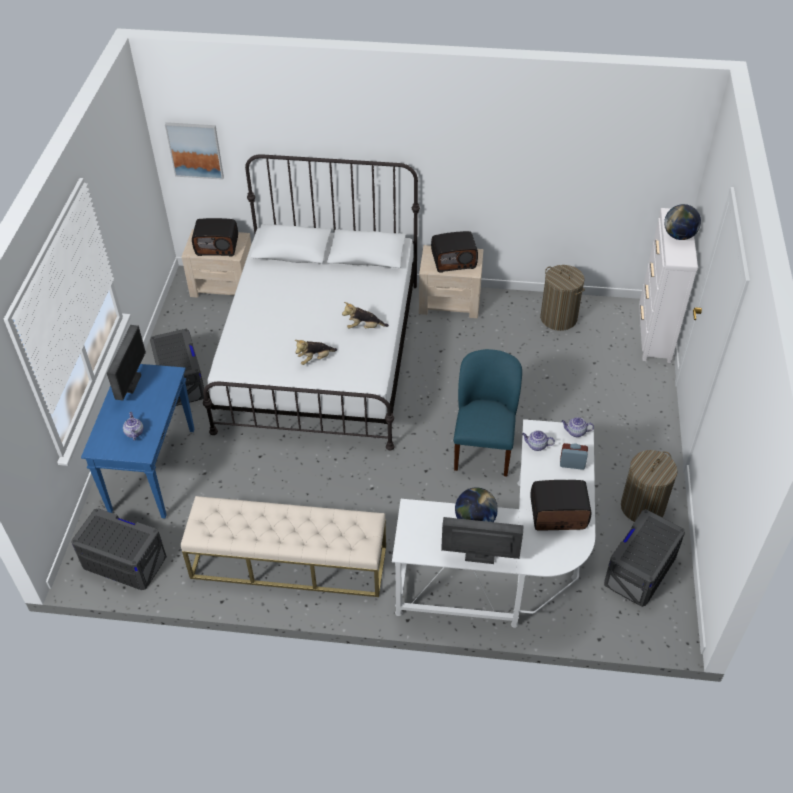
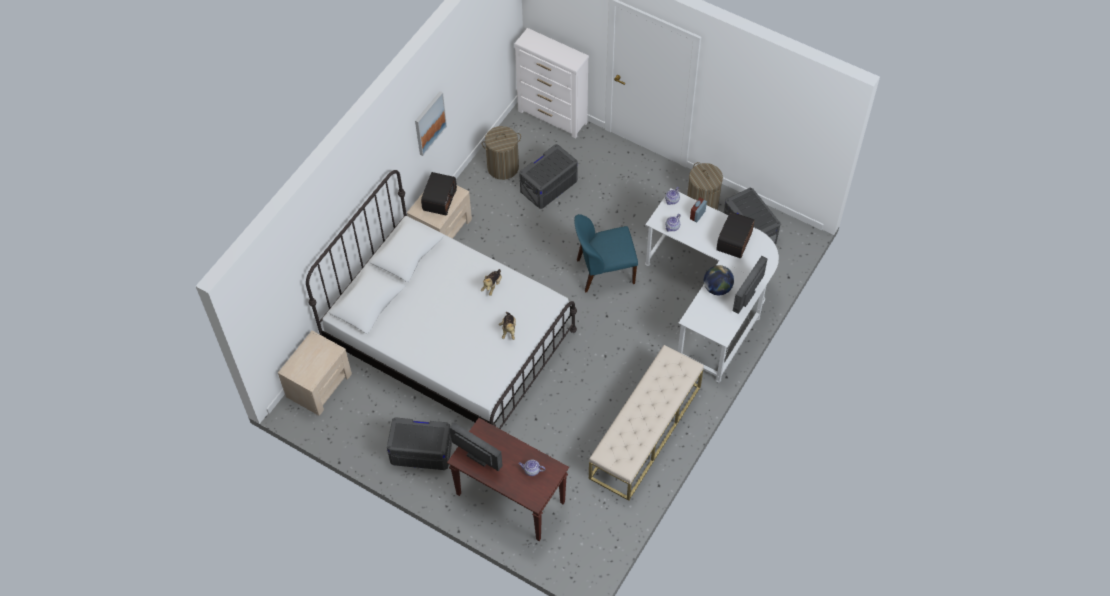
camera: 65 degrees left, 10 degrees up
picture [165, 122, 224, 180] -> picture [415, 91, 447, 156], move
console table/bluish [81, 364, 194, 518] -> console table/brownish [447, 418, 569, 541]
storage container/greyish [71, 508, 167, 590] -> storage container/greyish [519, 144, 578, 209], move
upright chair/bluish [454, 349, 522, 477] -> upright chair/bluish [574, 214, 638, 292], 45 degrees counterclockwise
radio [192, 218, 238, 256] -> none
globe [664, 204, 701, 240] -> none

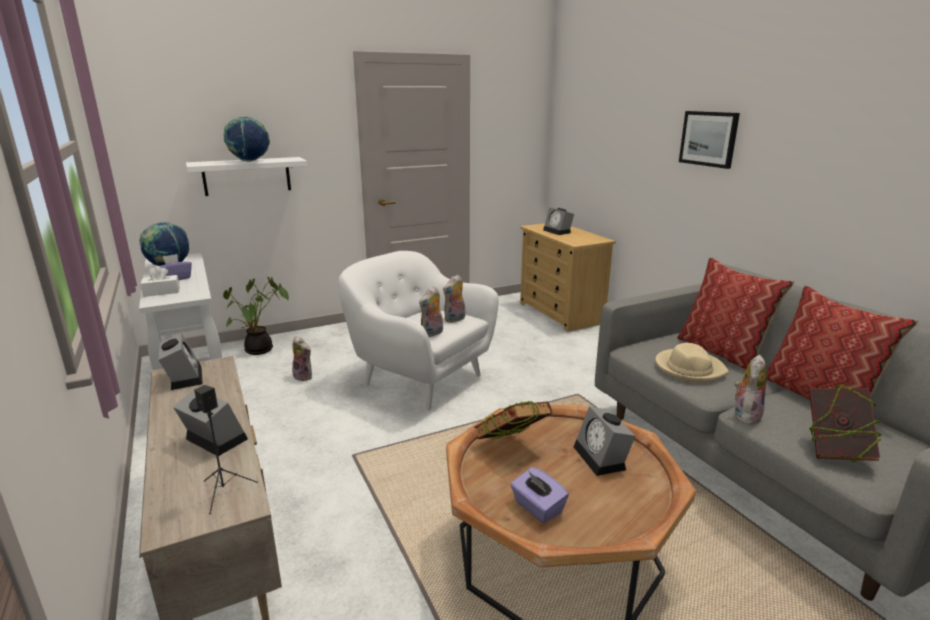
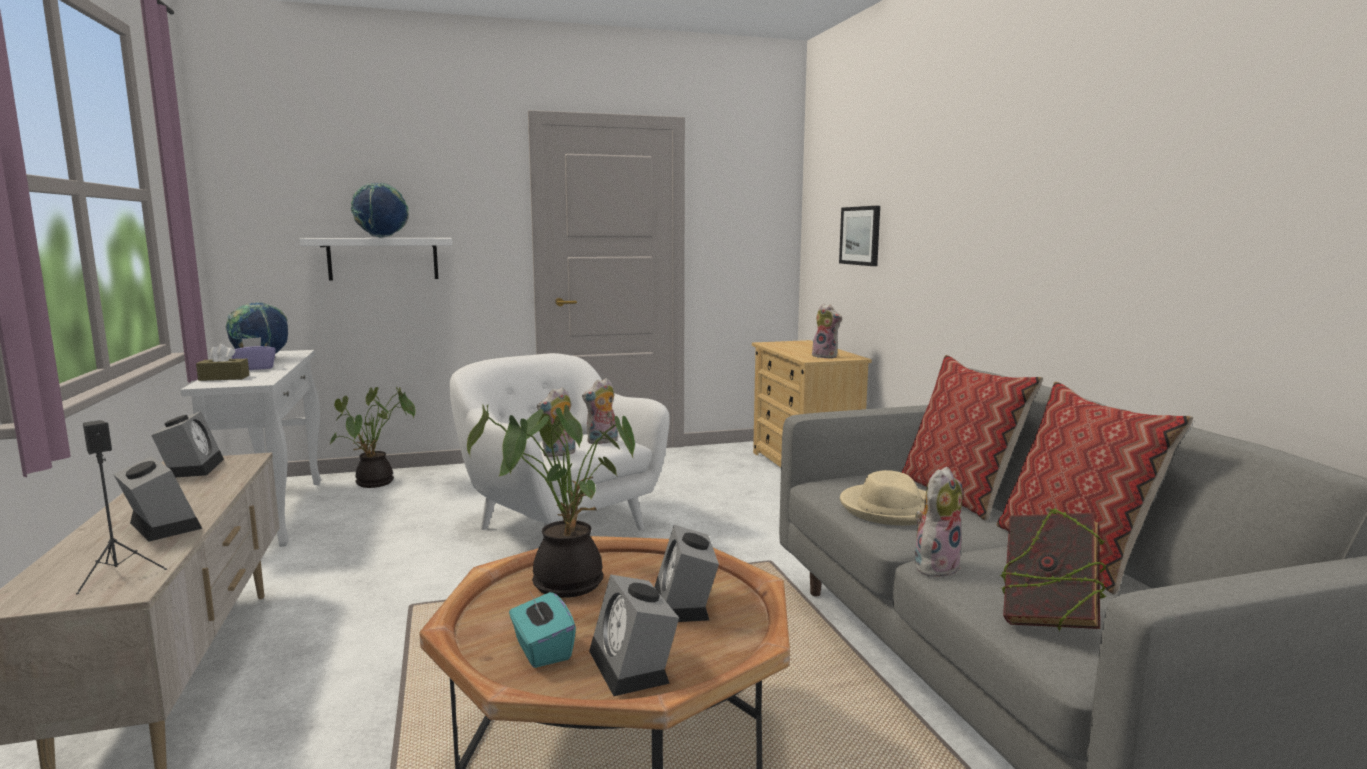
camera: 10 degrees right, 10 degrees down
tissue box/white-coloured [140, 266, 180, 297] -> tissue box/brownish [196, 344, 249, 381]
bound book [474, 401, 553, 439] -> houseplant [467, 404, 635, 598]
tissue box/purple [511, 467, 569, 523] -> tissue box/blue-green [509, 592, 576, 668]
table clock [543, 207, 574, 235] -> table clock [589, 574, 679, 696], move
plush toy [292, 336, 312, 381] -> plush toy [812, 304, 842, 359], move
picture [679, 111, 740, 169] -> picture [839, 206, 880, 266], move

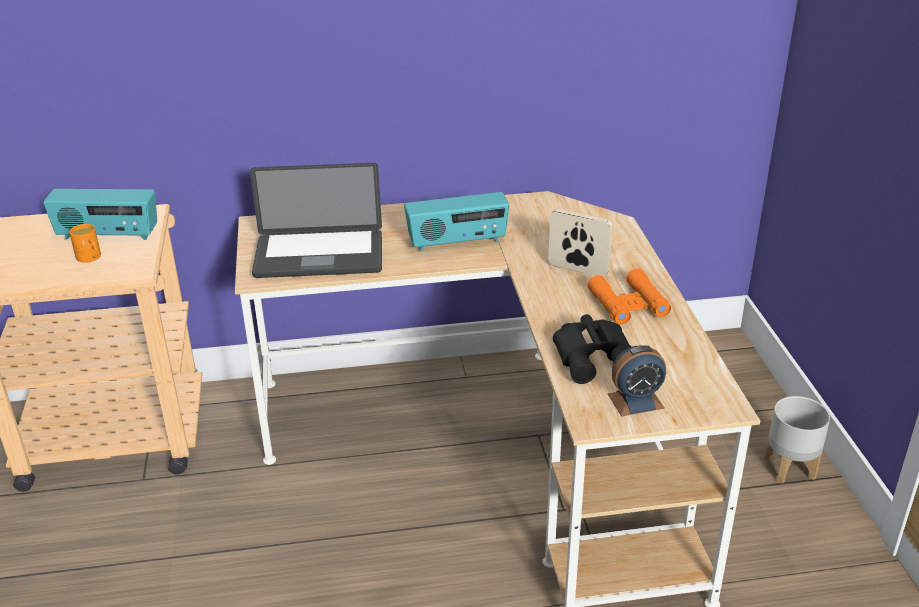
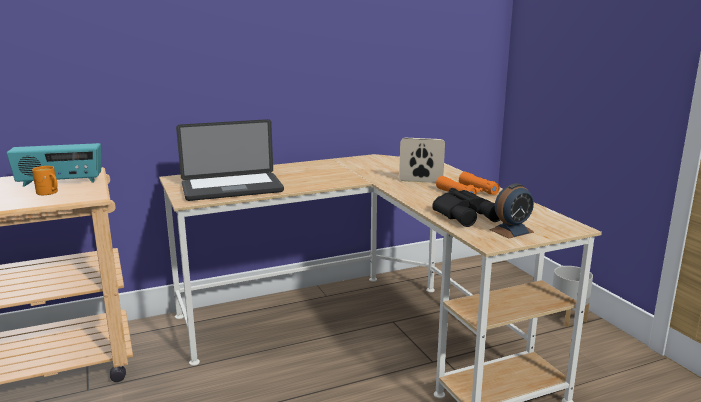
camera: 15 degrees left, 15 degrees down
radio [404, 192, 509, 251] -> none

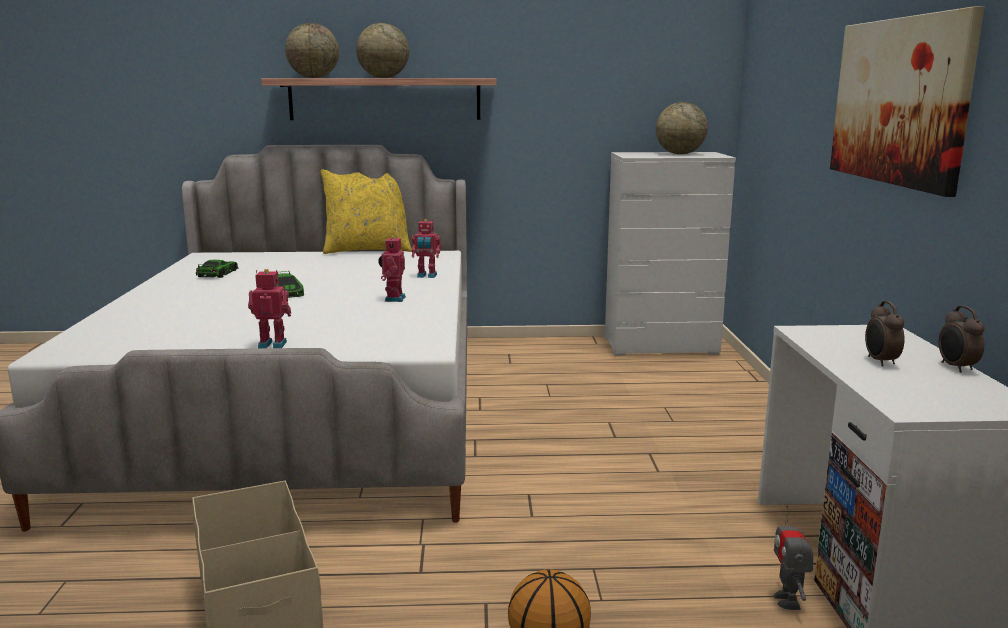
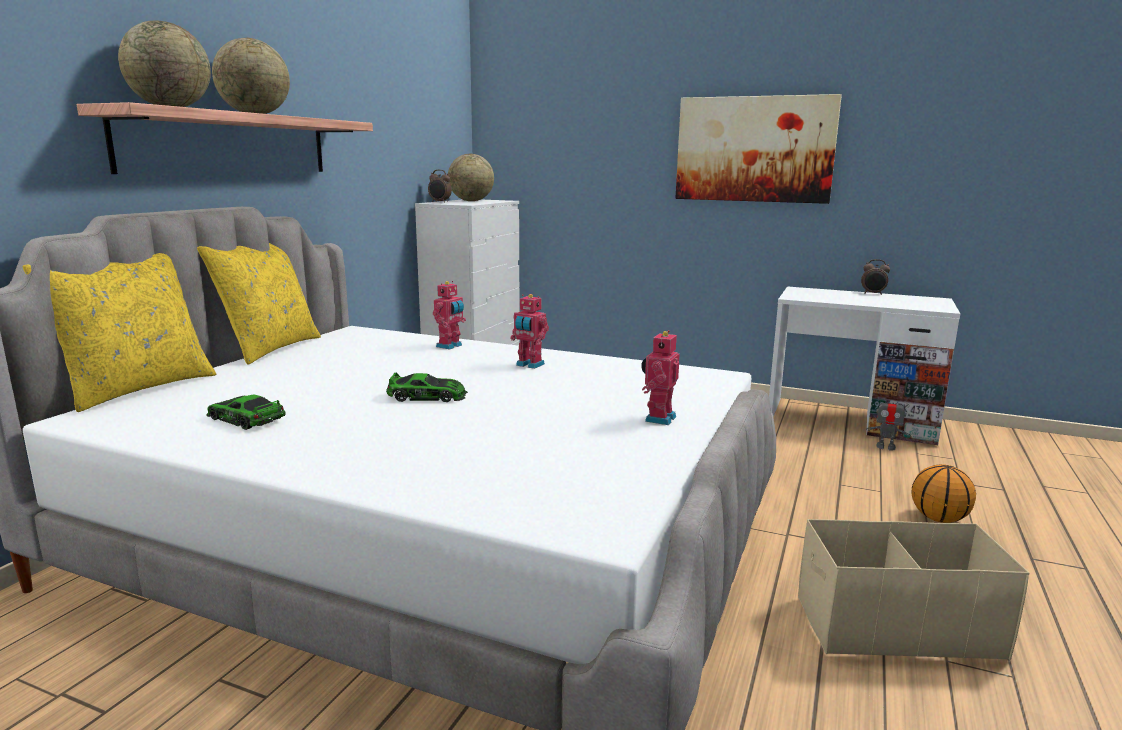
camera: 65 degrees left, 0 degrees up
none -> pillow/yellow [23, 253, 216, 412]
table clock [865, 301, 904, 366] -> table clock [428, 170, 452, 203], move

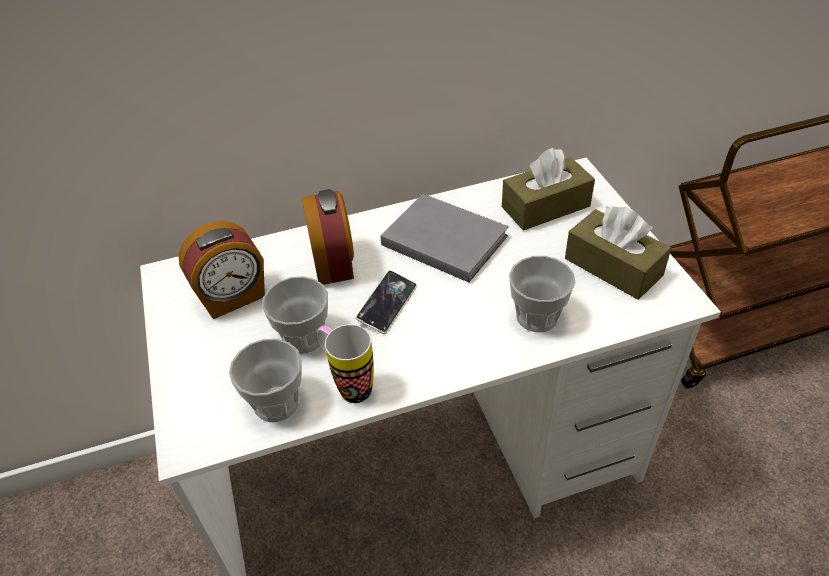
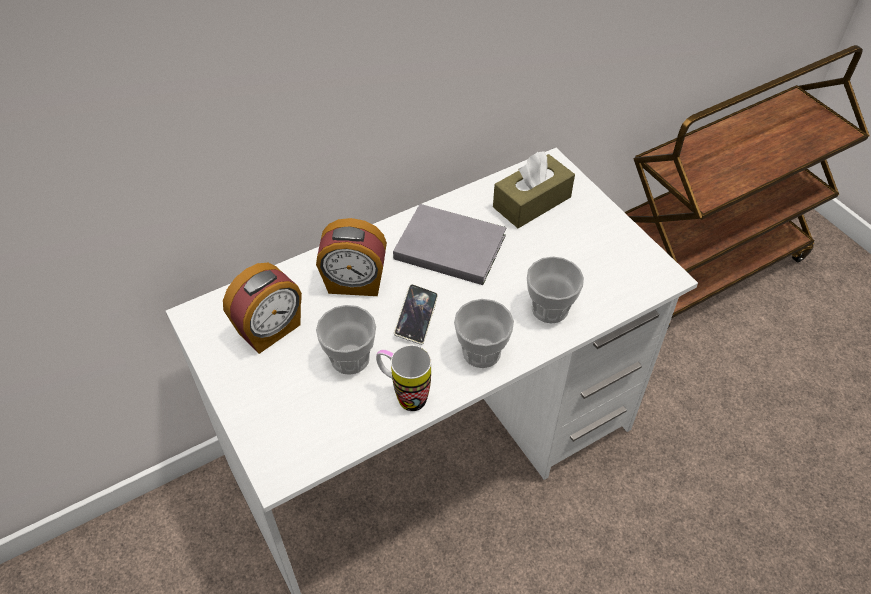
camera: 15 degrees left, 5 degrees up
table clock [301, 189, 354, 285] -> table clock [316, 218, 387, 296], 120 degrees clockwise
drinking cup [229, 339, 302, 422] -> drinking cup [454, 299, 514, 368], move
tissue box/brownish [565, 206, 671, 300] -> none

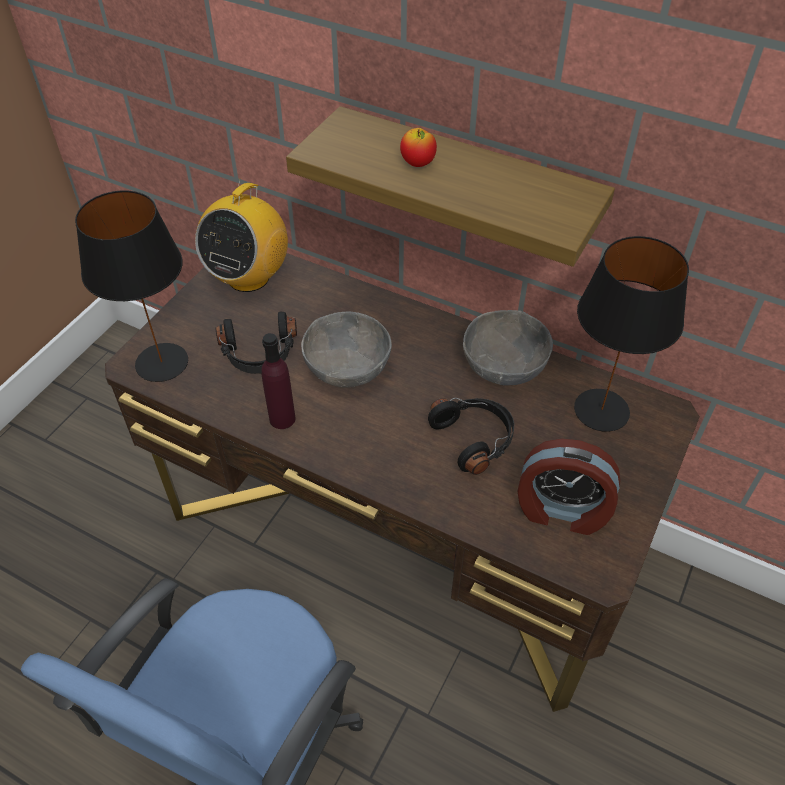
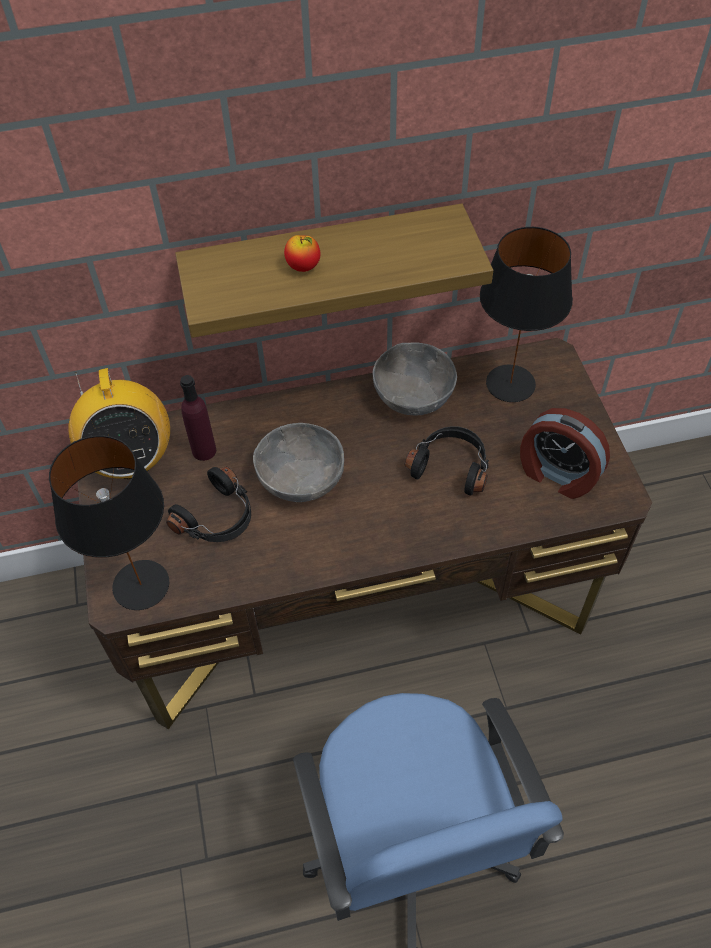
camera: 40 degrees left, 5 degrees up
beverage bottle/purple [261, 333, 296, 429] -> beverage bottle/purple [180, 375, 216, 461], move
table clock [517, 439, 621, 535] -> table clock [520, 408, 610, 499], 60 degrees clockwise

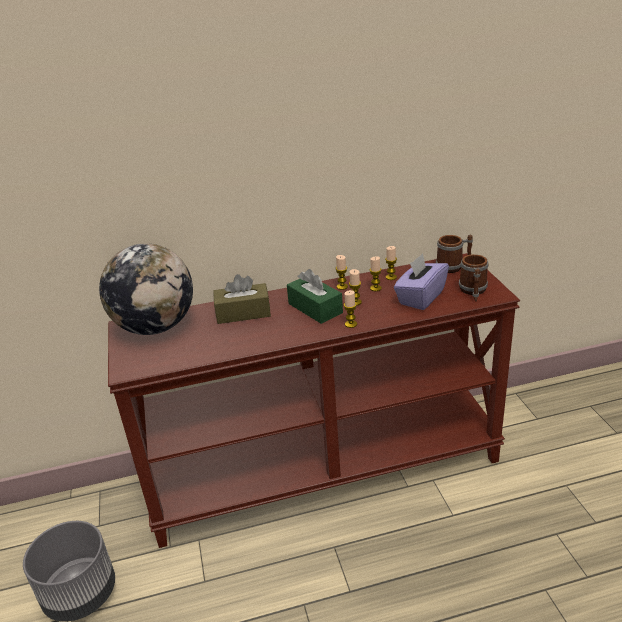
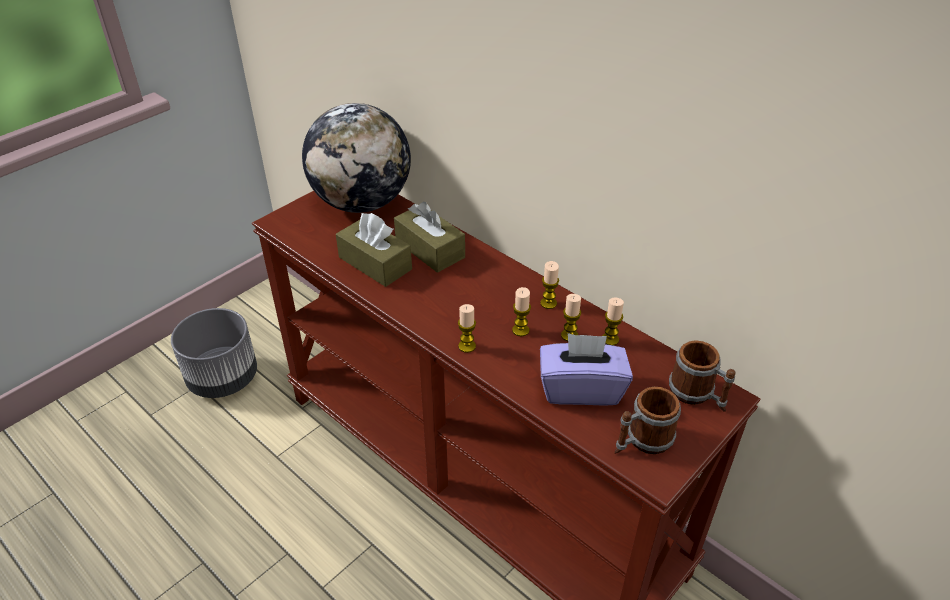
camera: 55 degrees right, 10 degrees up
none -> tissue box/brownish [336, 213, 412, 287]
tissue box/green-coloured [287, 269, 343, 324] -> none

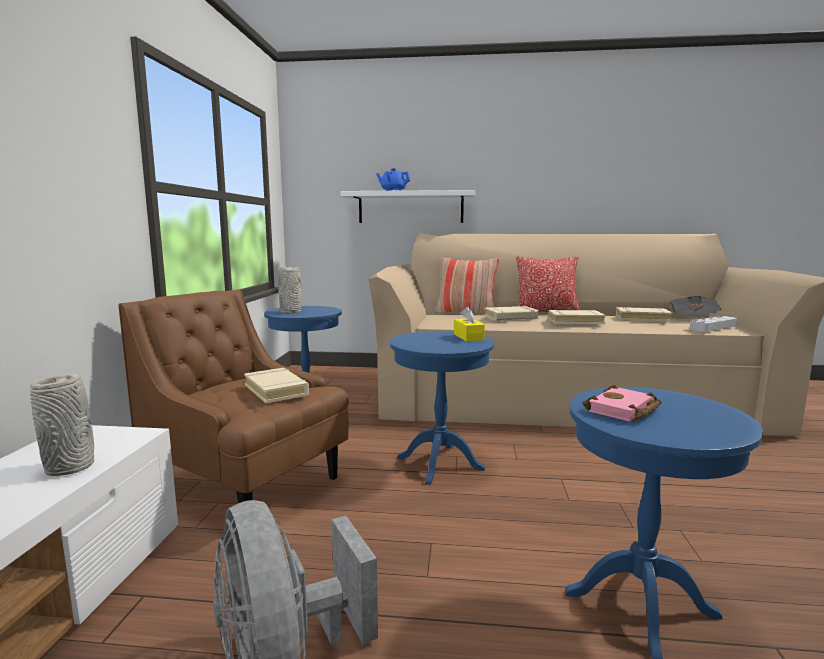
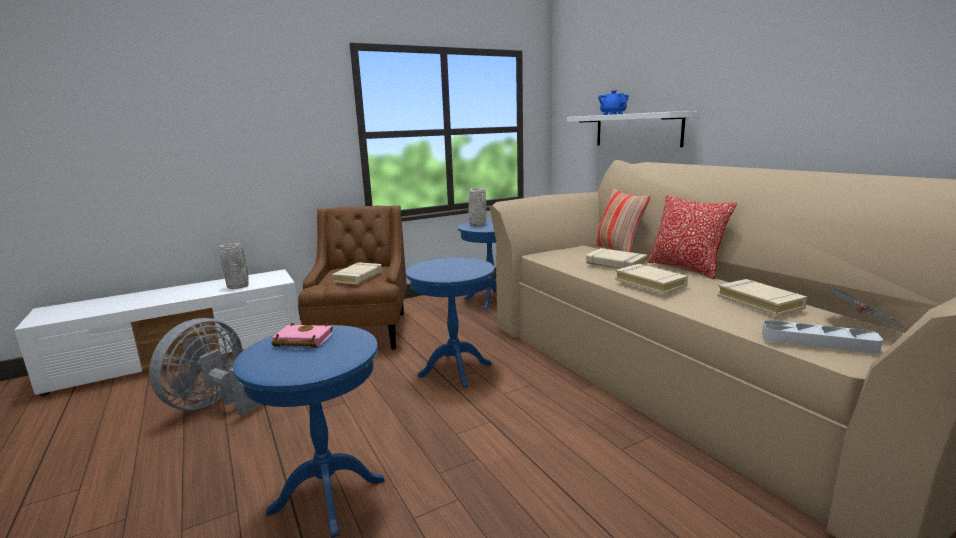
camera: 55 degrees right, 5 degrees up
tissue box/yellow [454, 307, 485, 341] -> none

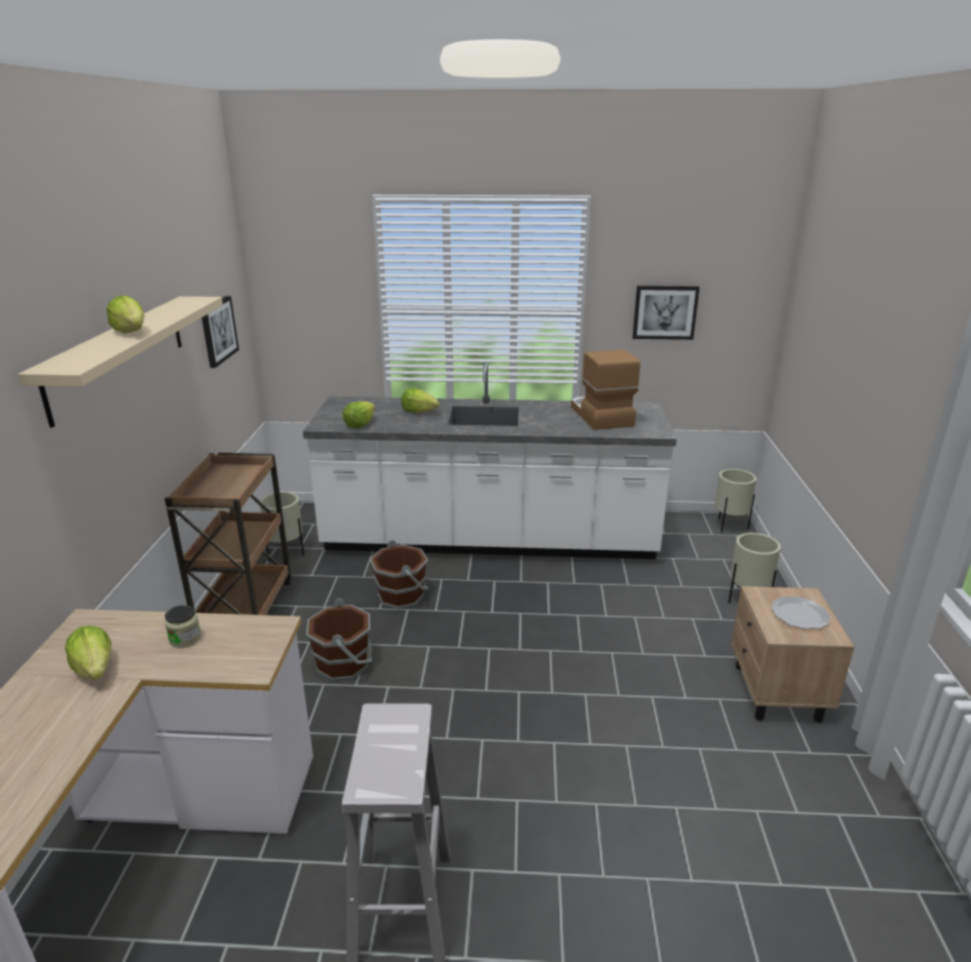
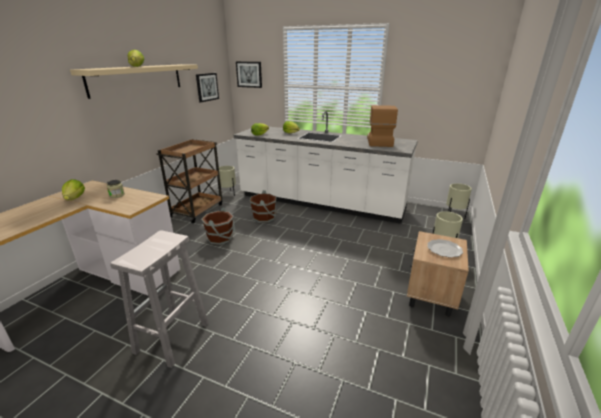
camera: 20 degrees right, 0 degrees up
picture [633, 286, 700, 340] -> picture [236, 62, 262, 88], move

